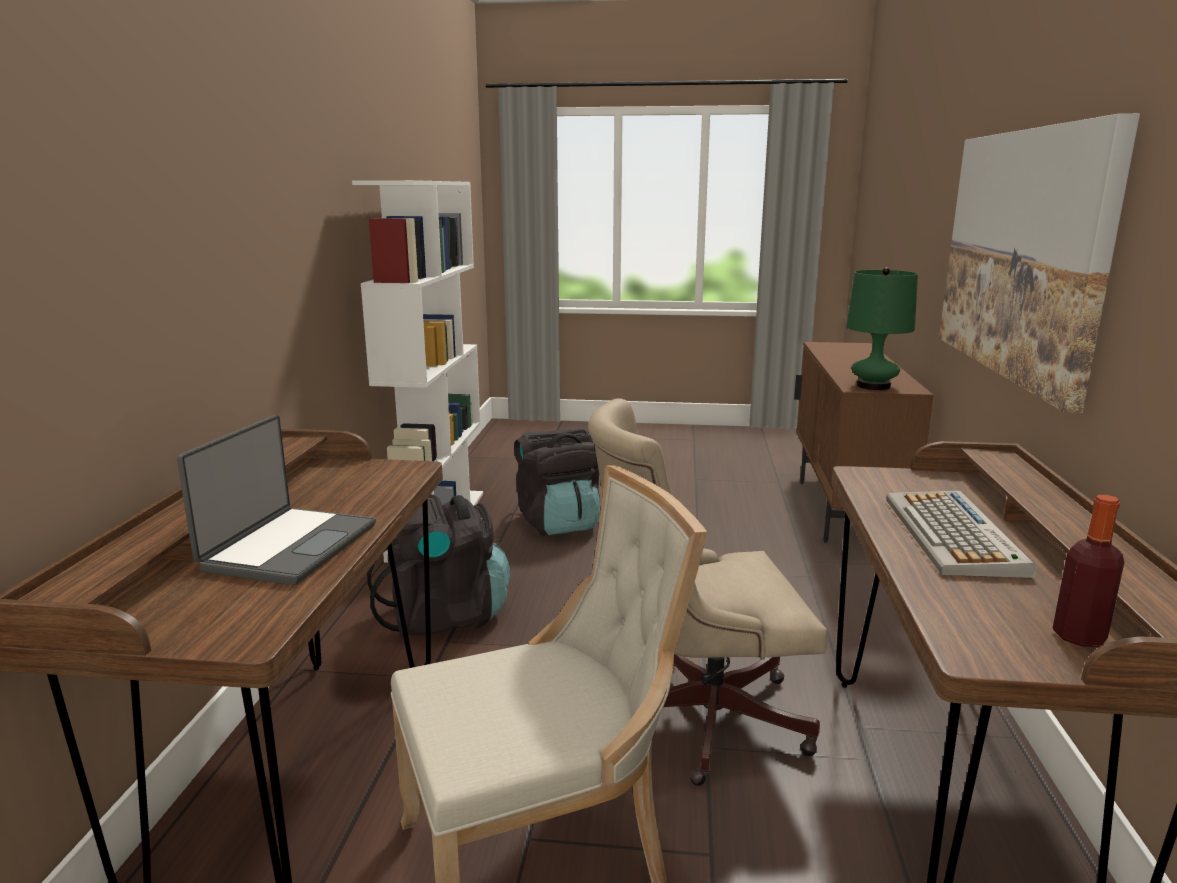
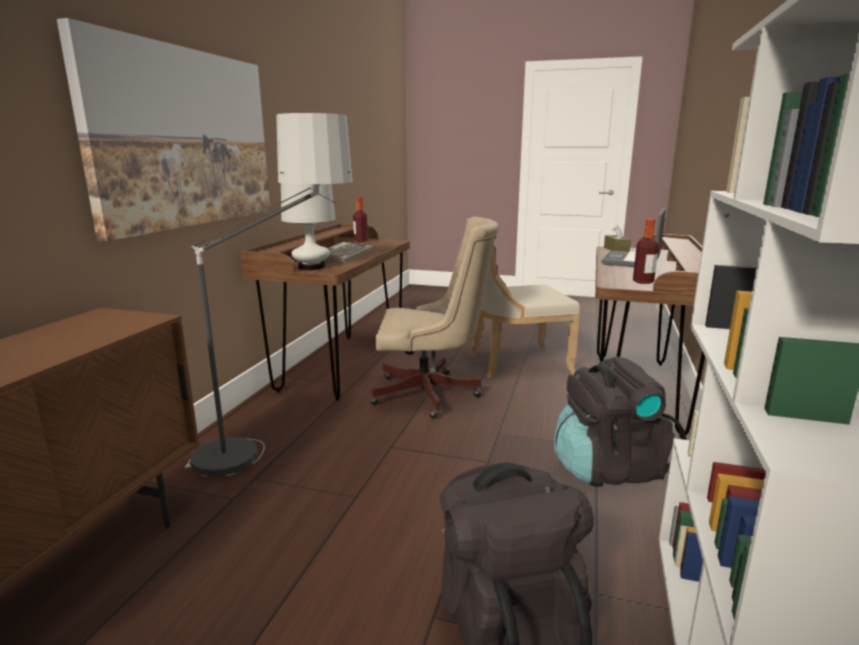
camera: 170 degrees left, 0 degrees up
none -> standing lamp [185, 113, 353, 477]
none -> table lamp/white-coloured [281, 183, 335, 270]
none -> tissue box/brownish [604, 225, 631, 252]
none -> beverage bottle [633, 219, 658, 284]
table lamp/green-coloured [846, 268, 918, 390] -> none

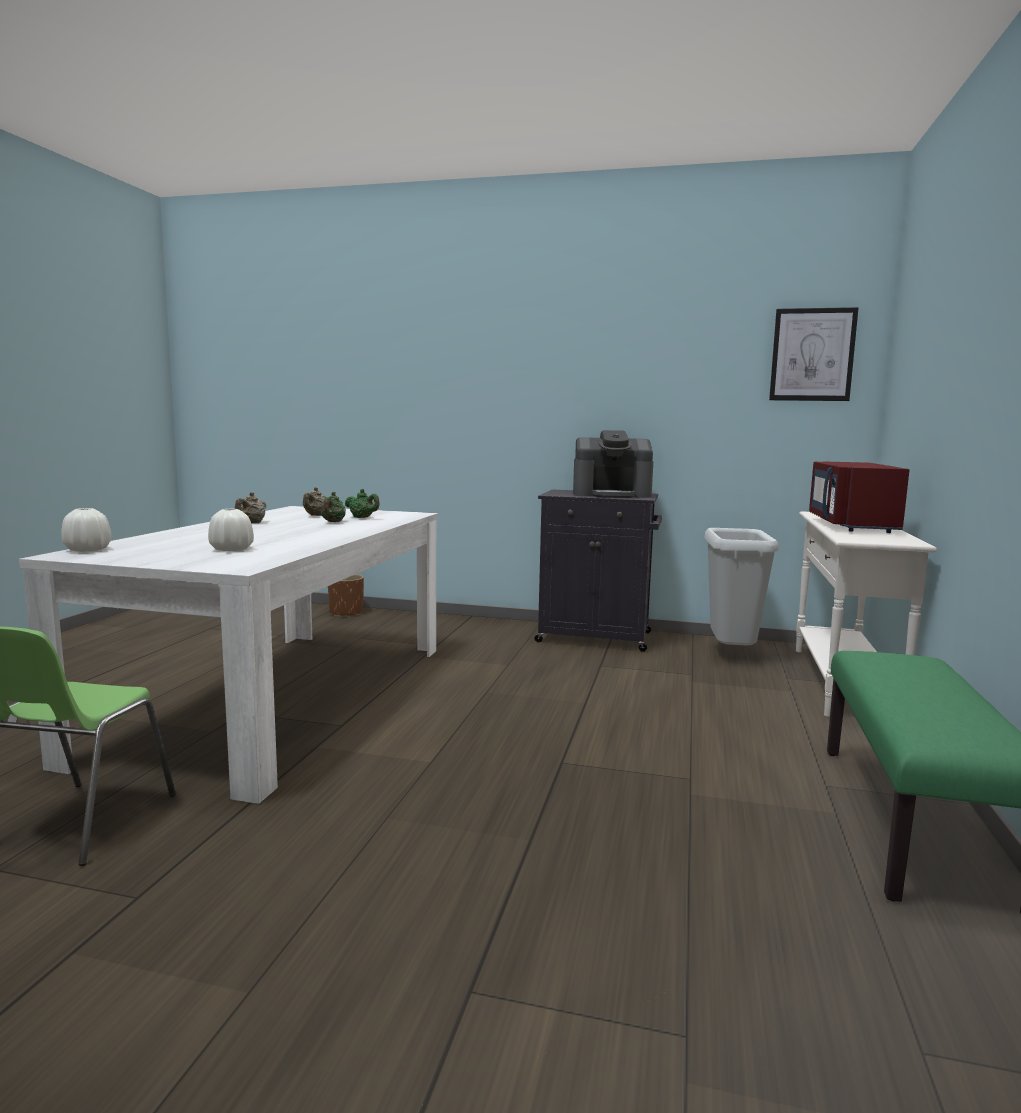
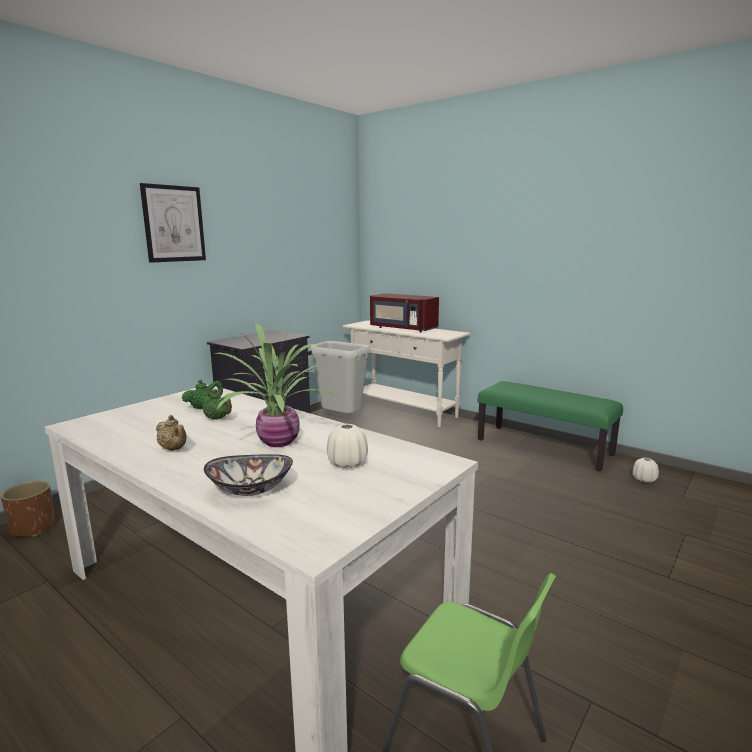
camera: 65 degrees left, 5 degrees up
picture [769, 307, 858, 401] -> picture [140, 183, 206, 263], move
none -> bowl [204, 454, 293, 496]
none -> houseplant [214, 323, 336, 447]
vase/white-coloured [61, 508, 111, 552] -> vase/white-coloured [633, 458, 659, 483], move
pot for tea/sand-coloured [303, 487, 326, 516] -> none
coffee maker [573, 430, 653, 498] -> none

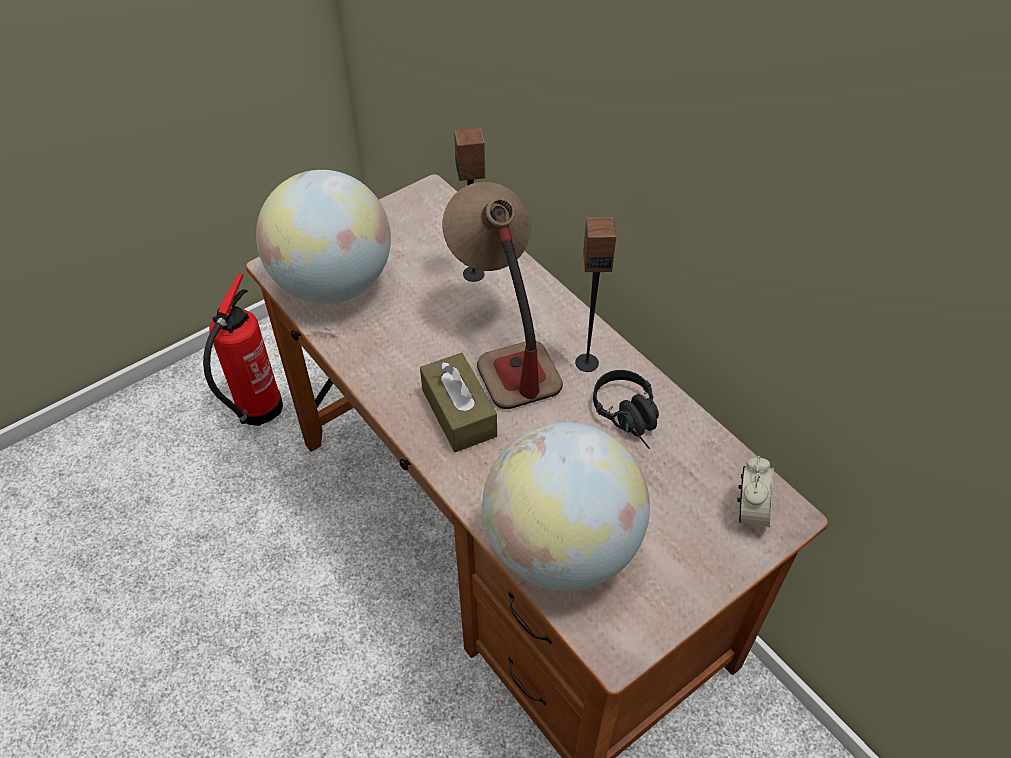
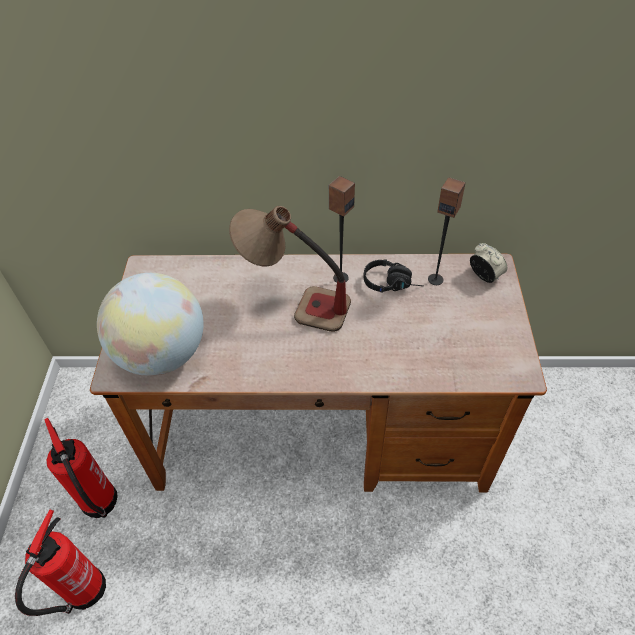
camera: 50 degrees left, 0 degrees up
none -> fire-fighting cylinder [15, 509, 106, 616]
speaker [454, 128, 485, 282] -> speaker [428, 177, 466, 285], move
tissue box/brownish [420, 353, 497, 452] -> none
globe [482, 422, 650, 591] -> none

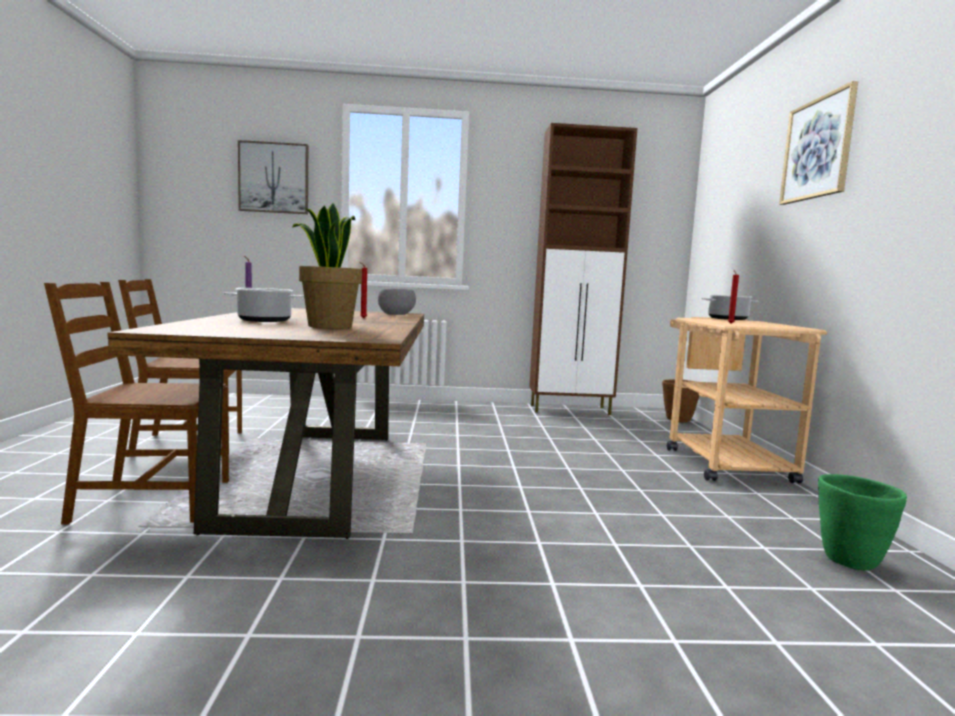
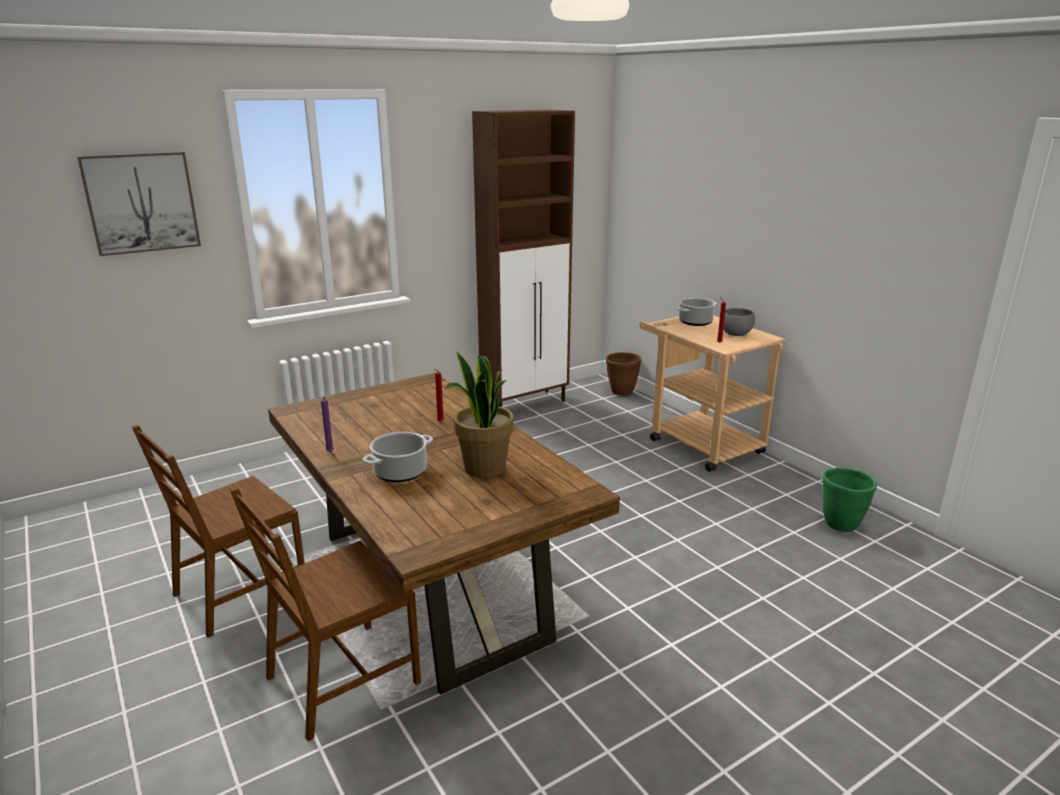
camera: 30 degrees left, 15 degrees up
bowl/greyish [378, 289, 416, 315] -> bowl/greyish [723, 308, 755, 336], move
picture [779, 81, 858, 205] -> none

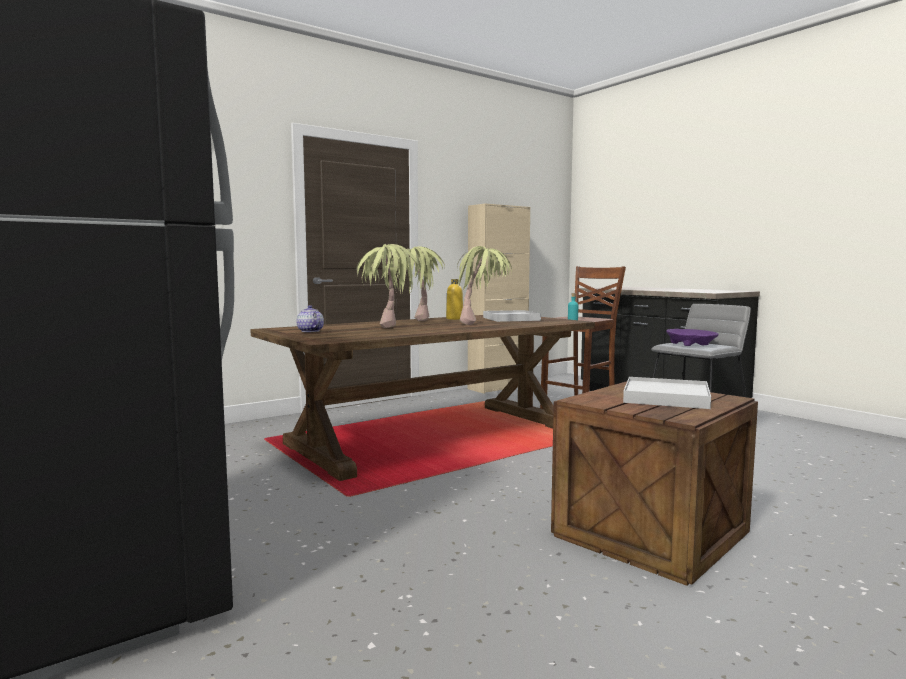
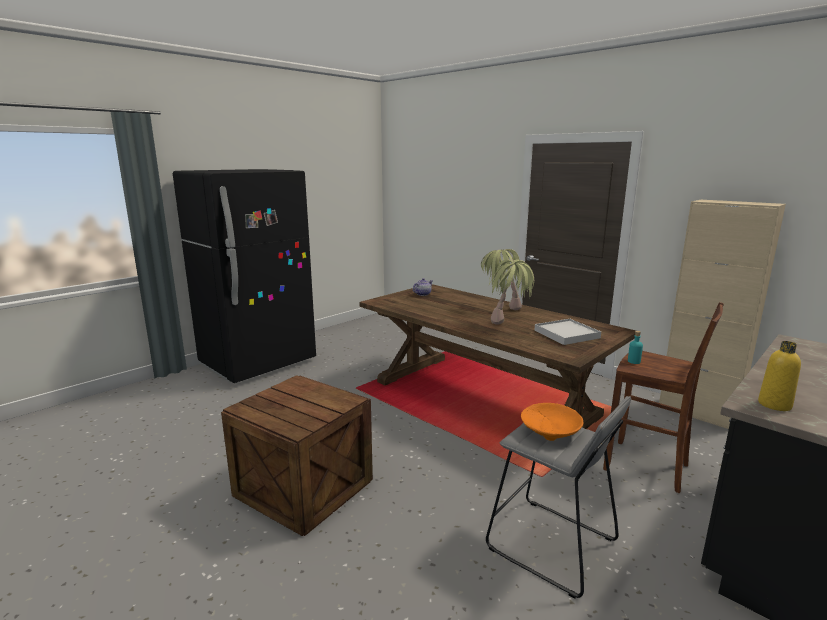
camera: 80 degrees right, 10 degrees up
bowl/purple [666, 329, 719, 346] -> bowl/orange [521, 403, 583, 441]
beverage bottle/yellow [446, 279, 463, 320] -> beverage bottle/yellow [758, 341, 801, 411], move
houseplant [357, 244, 419, 328] -> none
carrying tray/white-coloured [623, 377, 711, 409] -> none

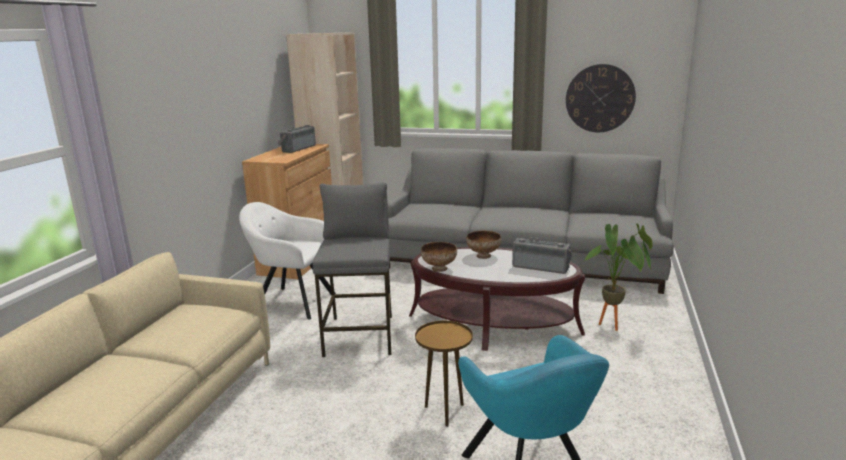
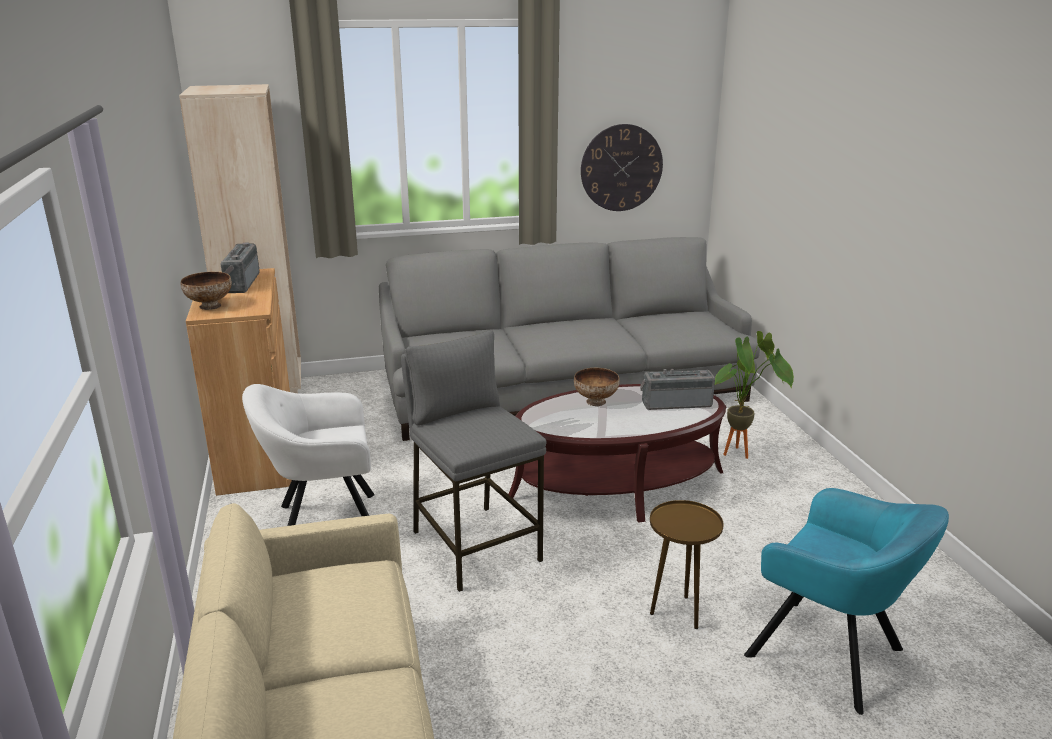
camera: 30 degrees left, 5 degrees up
bowl [421, 242, 457, 272] -> bowl [181, 272, 232, 310], move

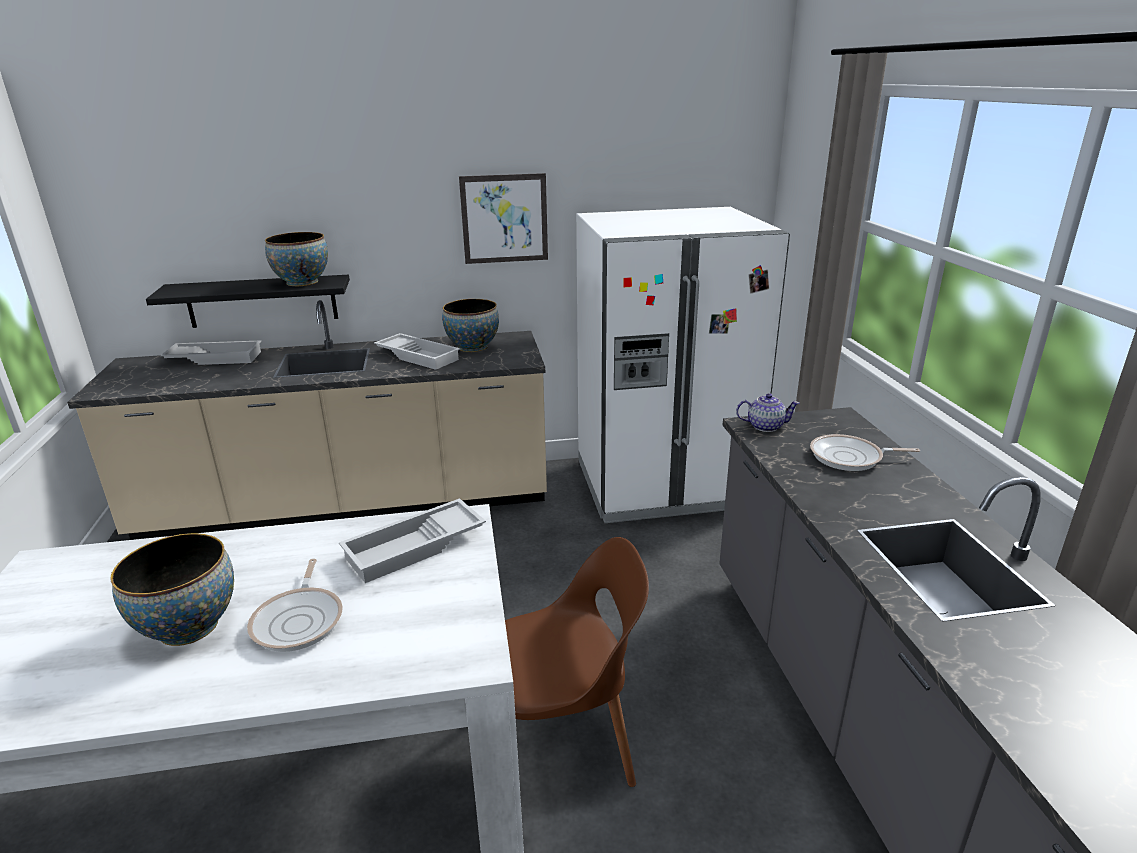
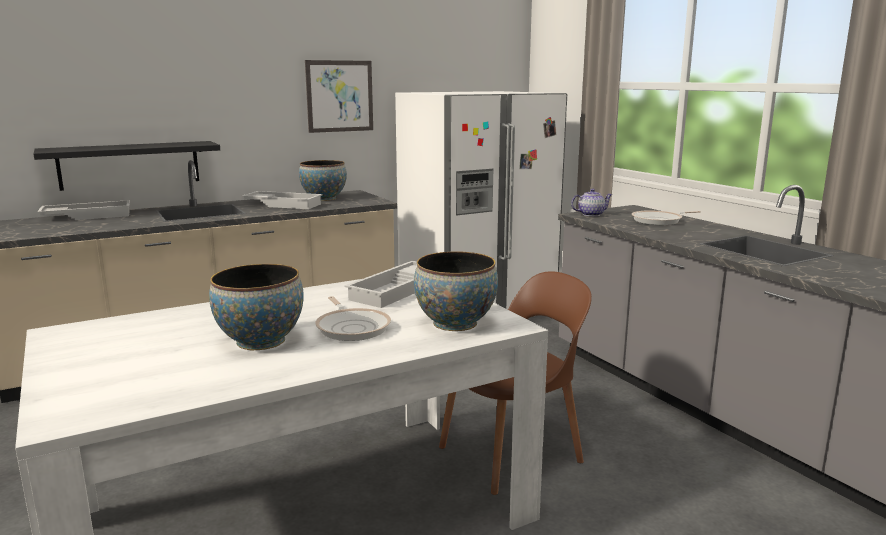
camera: 20 degrees left, 10 degrees down
bowl [265, 232, 328, 286] -> bowl [414, 252, 498, 331], move

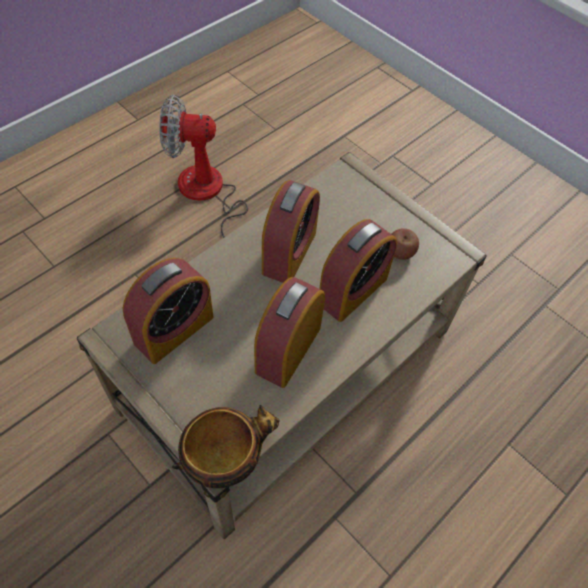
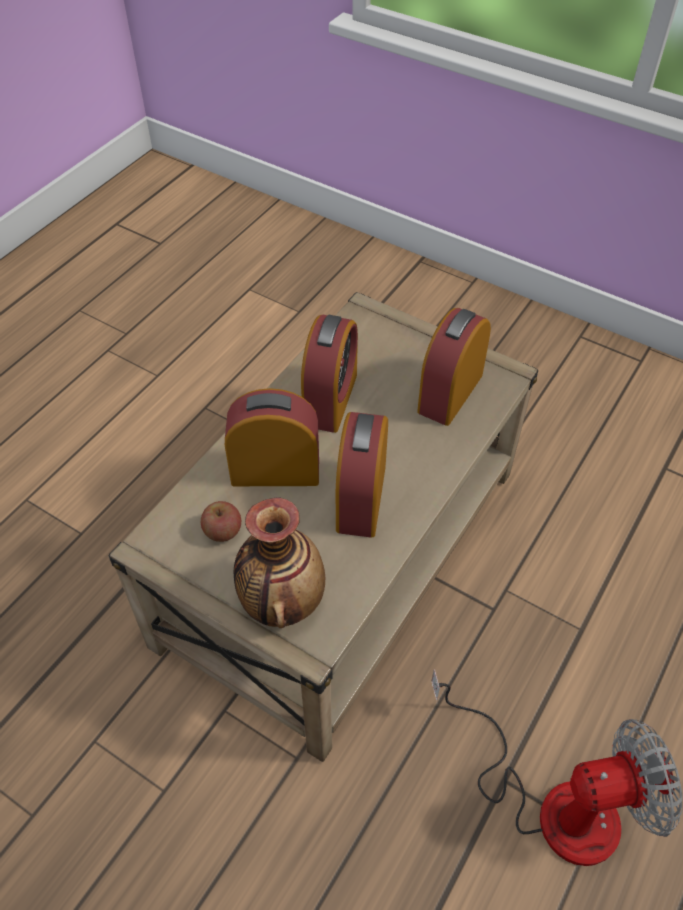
camera: 170 degrees right, 5 degrees down
table clock [319, 219, 397, 322] -> table clock [225, 388, 319, 486], 60 degrees clockwise
none -> vase [234, 497, 325, 628]
bowl [172, 405, 280, 488] -> none

